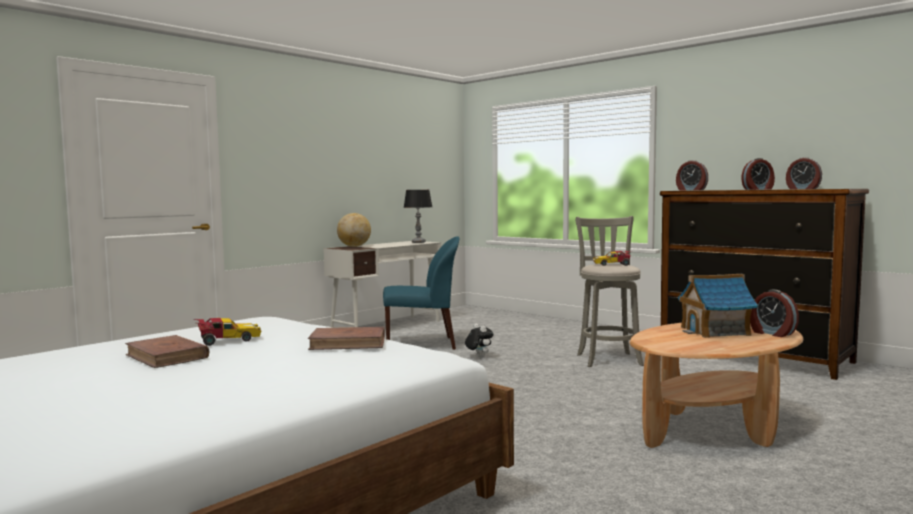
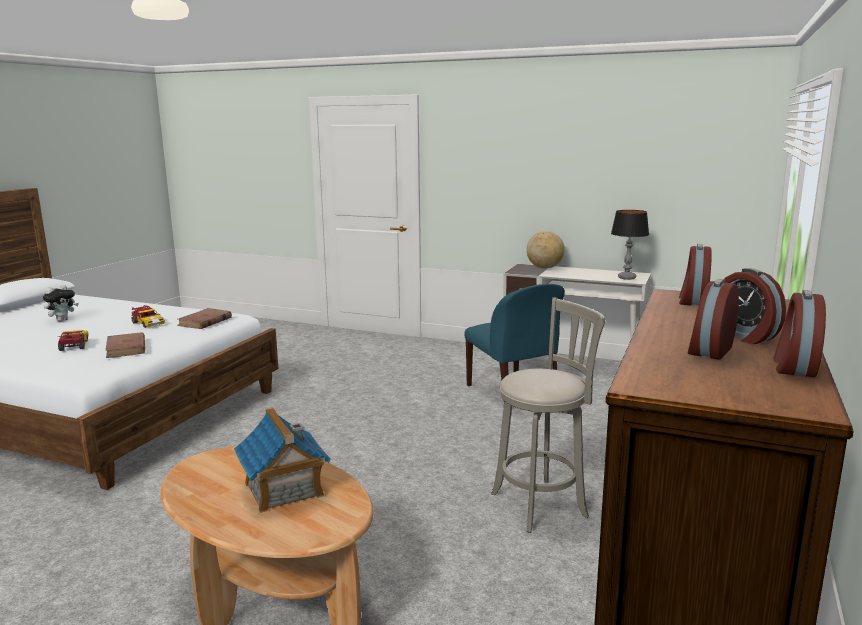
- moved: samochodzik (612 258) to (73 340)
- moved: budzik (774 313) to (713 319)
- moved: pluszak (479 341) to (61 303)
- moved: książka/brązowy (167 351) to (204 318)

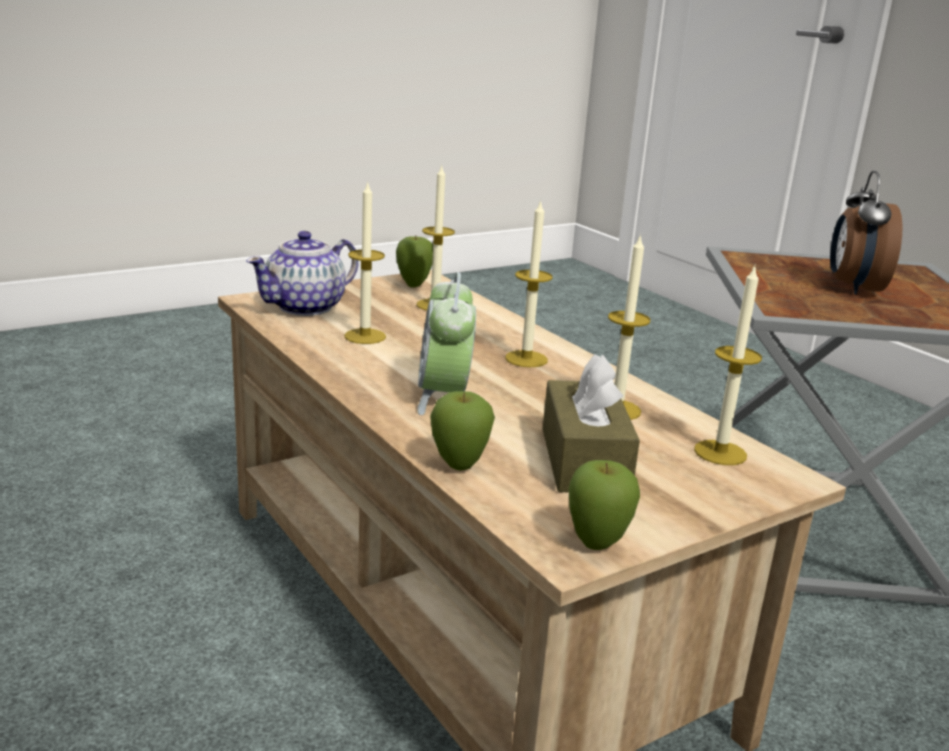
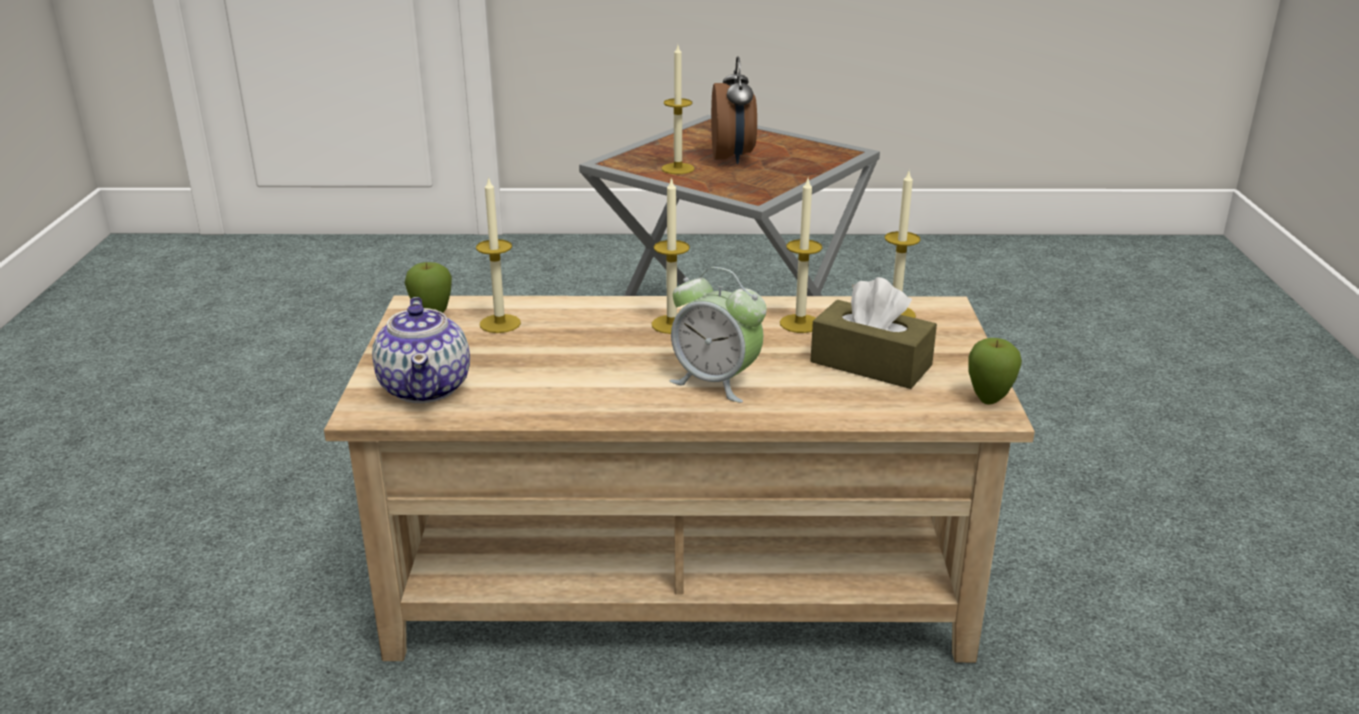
- turned: budzik (866 233) = (734 110) 135 degrees counterclockwise
- moved: świeca (365 263) to (678 109)
- removed: jabłko (462 431)

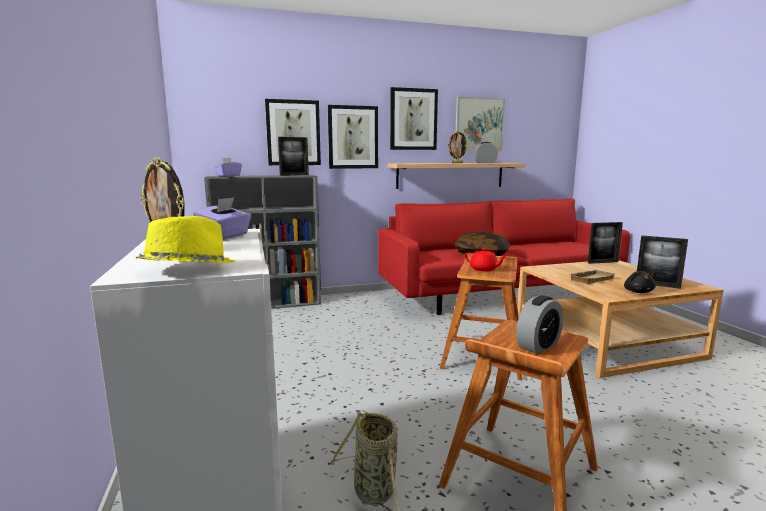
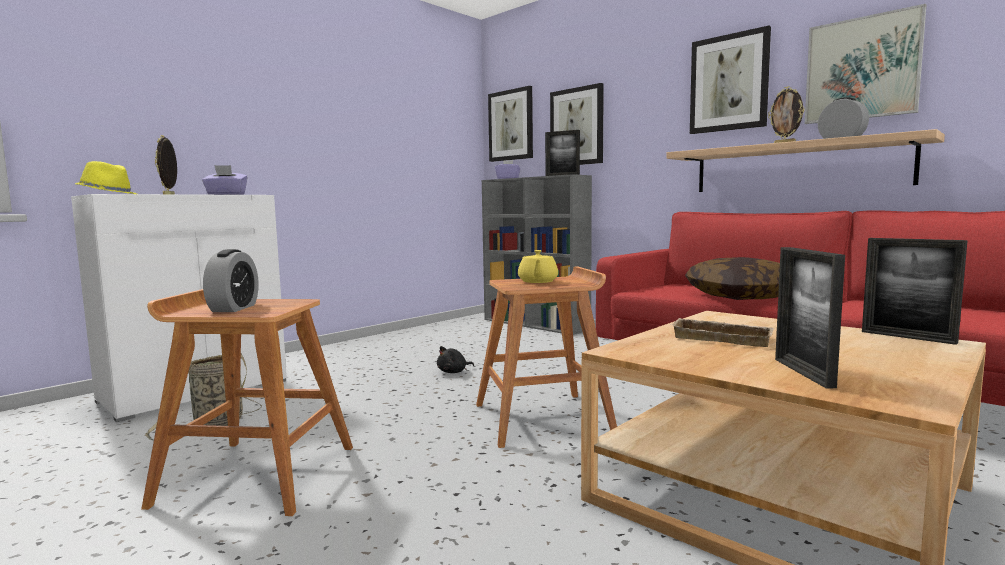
- moved: obraz (353 137) to (510 124)
- recoloured: imbryk/czerwony (485 259) to imbryk/żółty (538 266)
- moved: pluszak/czarny (640 282) to (455 359)
- turned: budzik (539 324) = (231 280) 105 degrees counterclockwise

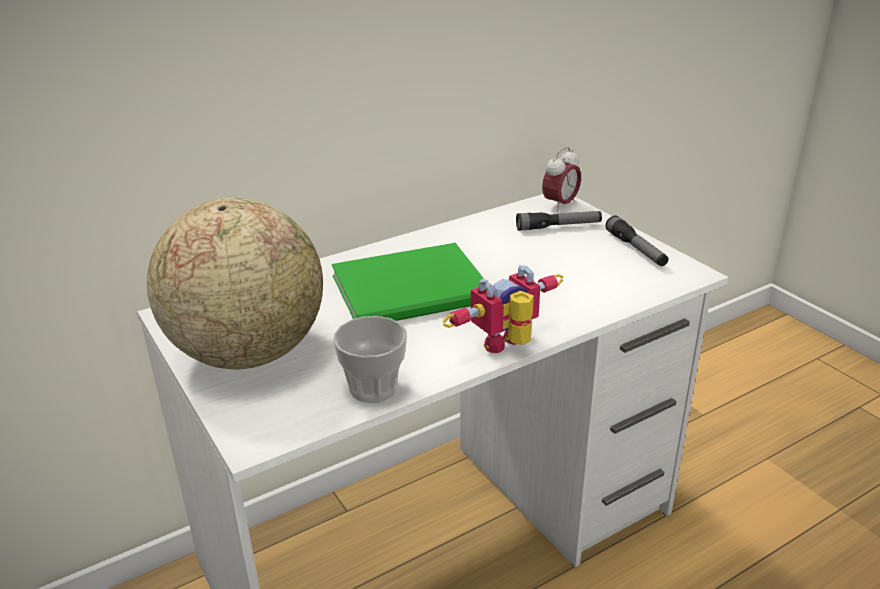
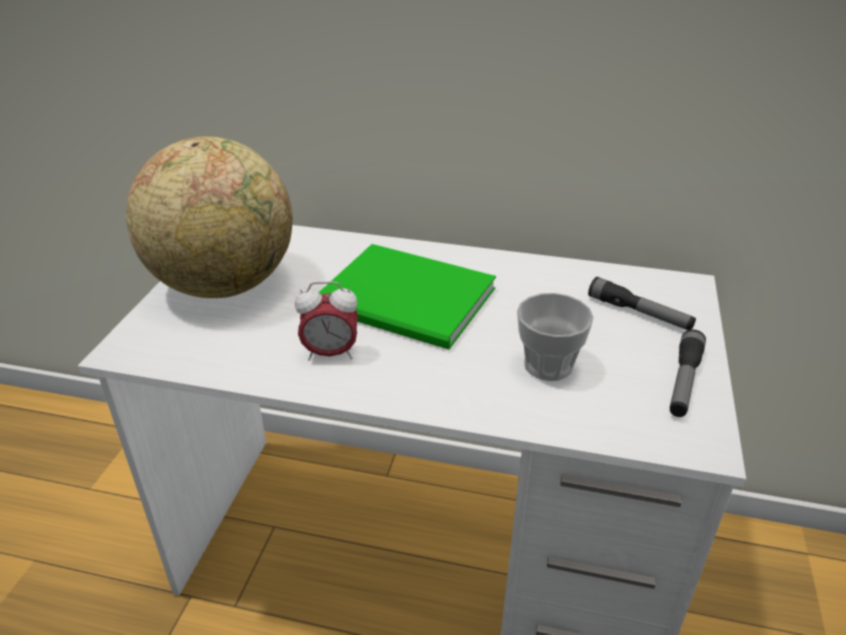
- moved: budzik (561 179) to (326 321)
- removed: robot zabawkowy (503 309)
- moved: filiżanka (370 359) to (555 337)

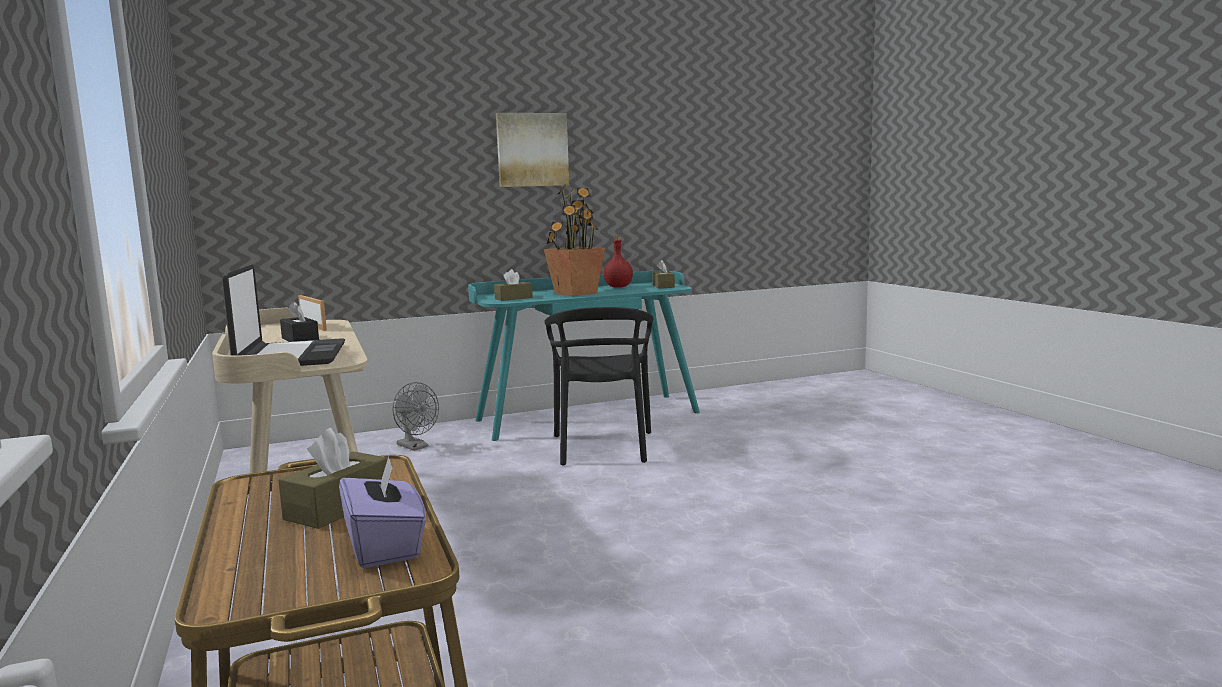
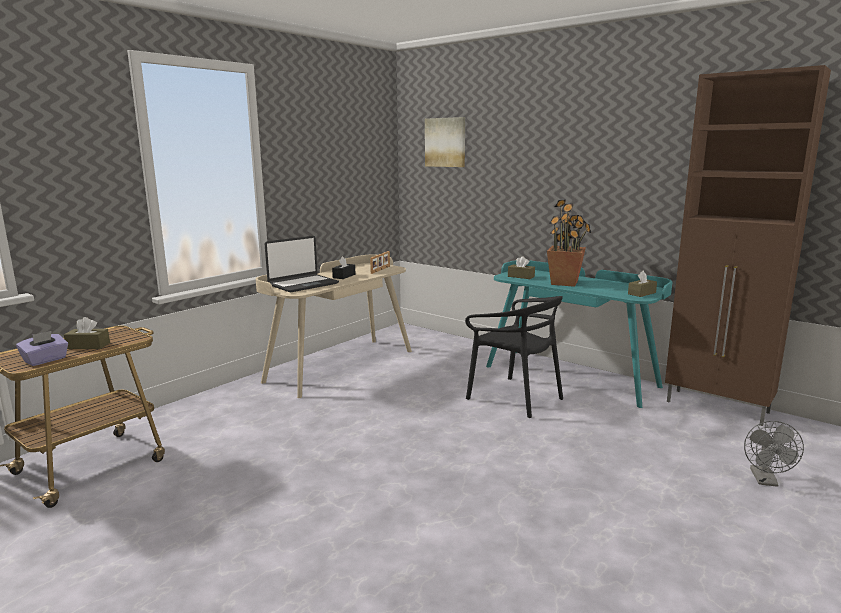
- moved: obraz (532 150) to (445 142)
- removed: butelka/czerwony (618 262)
- turned: krzesło/czarny (599 386) = (514 357) 105 degrees counterclockwise
- moved: wentylator/szary (415 416) to (774 454)
- added: szafka/brązowy (748 245)

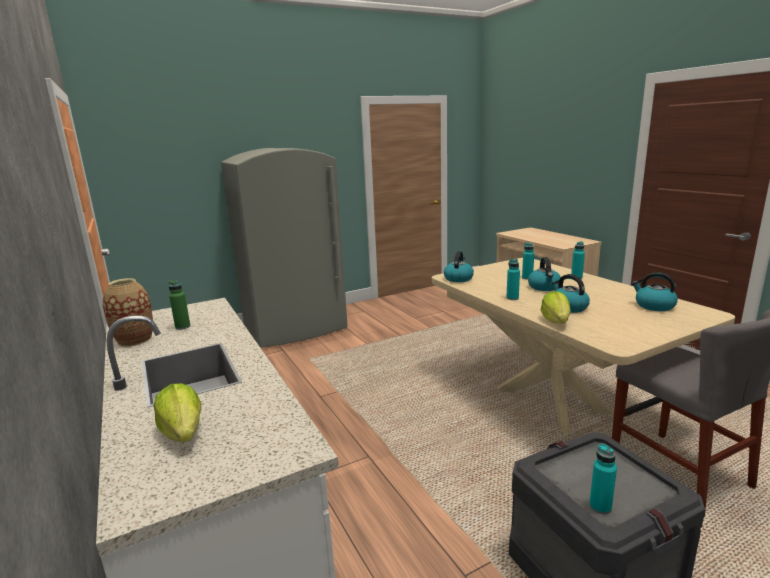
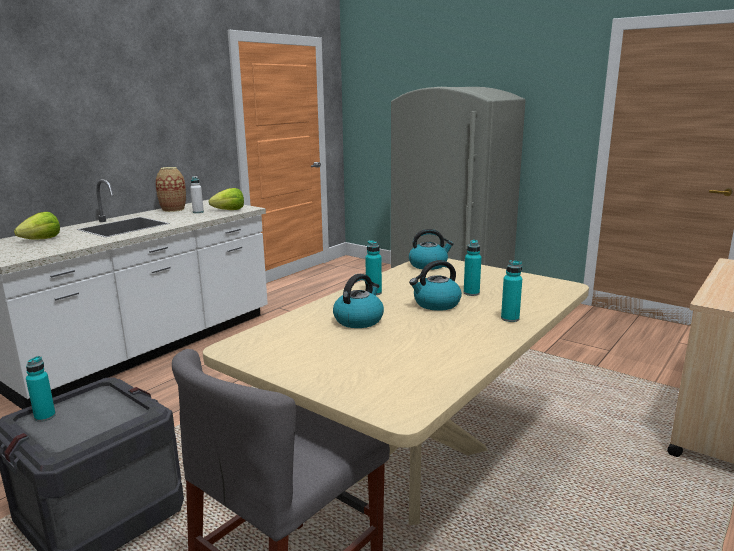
- removed: czajnik (655 291)
- recoloured: butelka/zielony (180 305) to butelka/biały (197 194)
- moved: sałata (556 307) to (226 199)

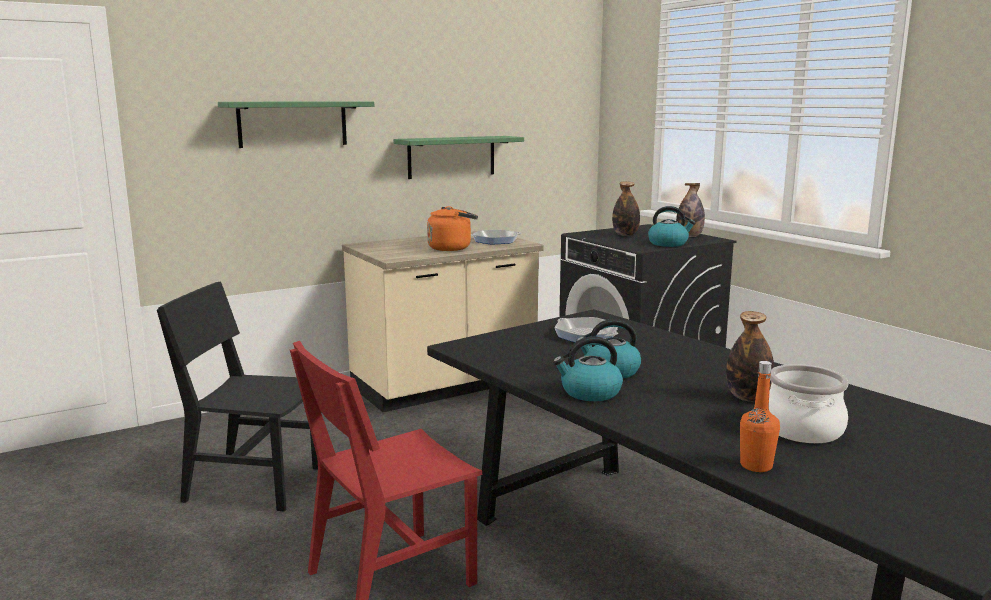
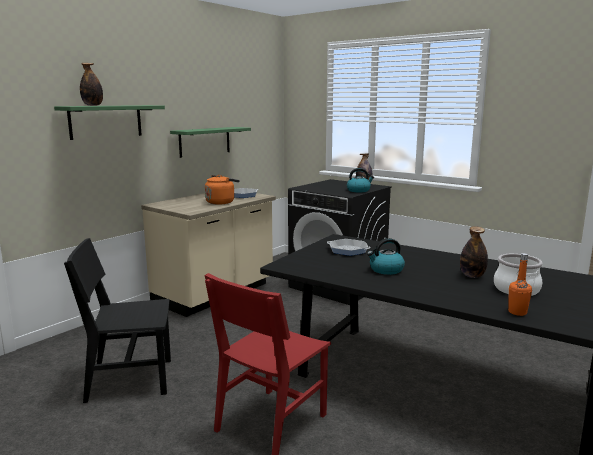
- moved: butelka (626 208) to (91 84)
- removed: czajnik (588 368)

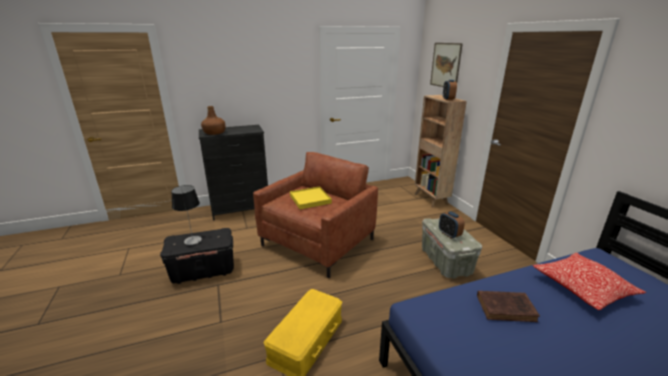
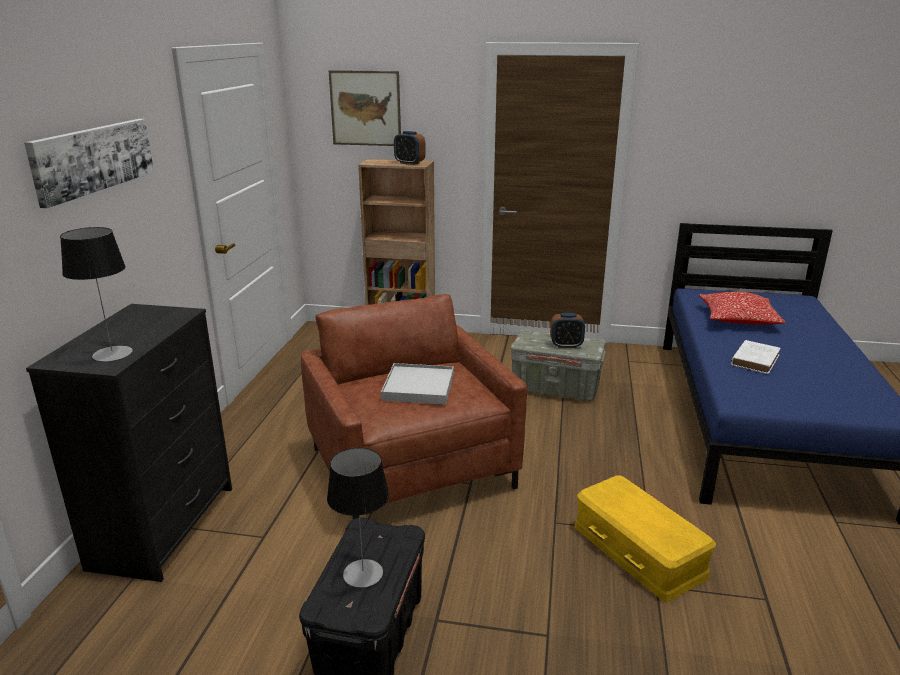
- replaced: butelka/brązowy (213 120) to lampa stołowa (96 294)
- recoloured: taca/żółty (311 197) to taca/biały (417 383)
- recoloured: książka/brązowy (508 306) to książka/biały (756 357)
- added: obraz (89 163)

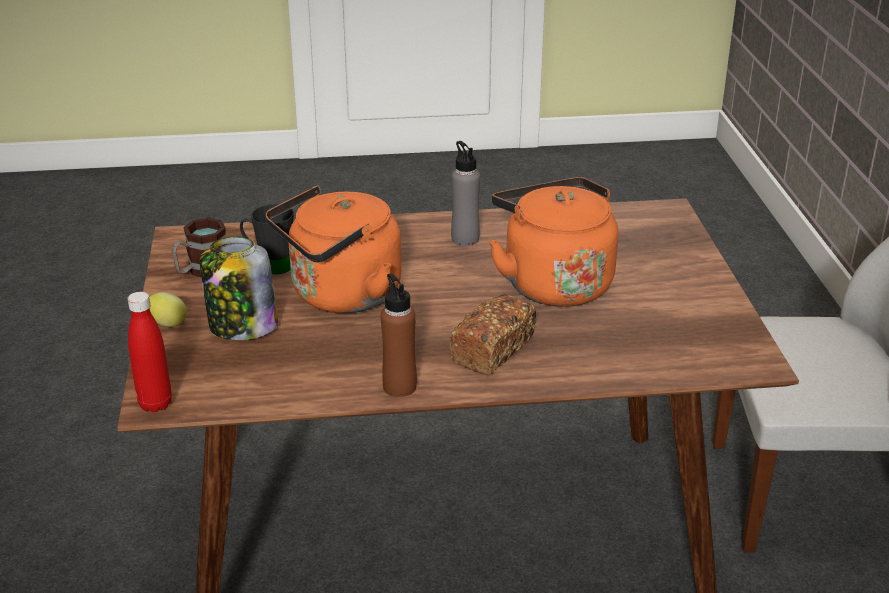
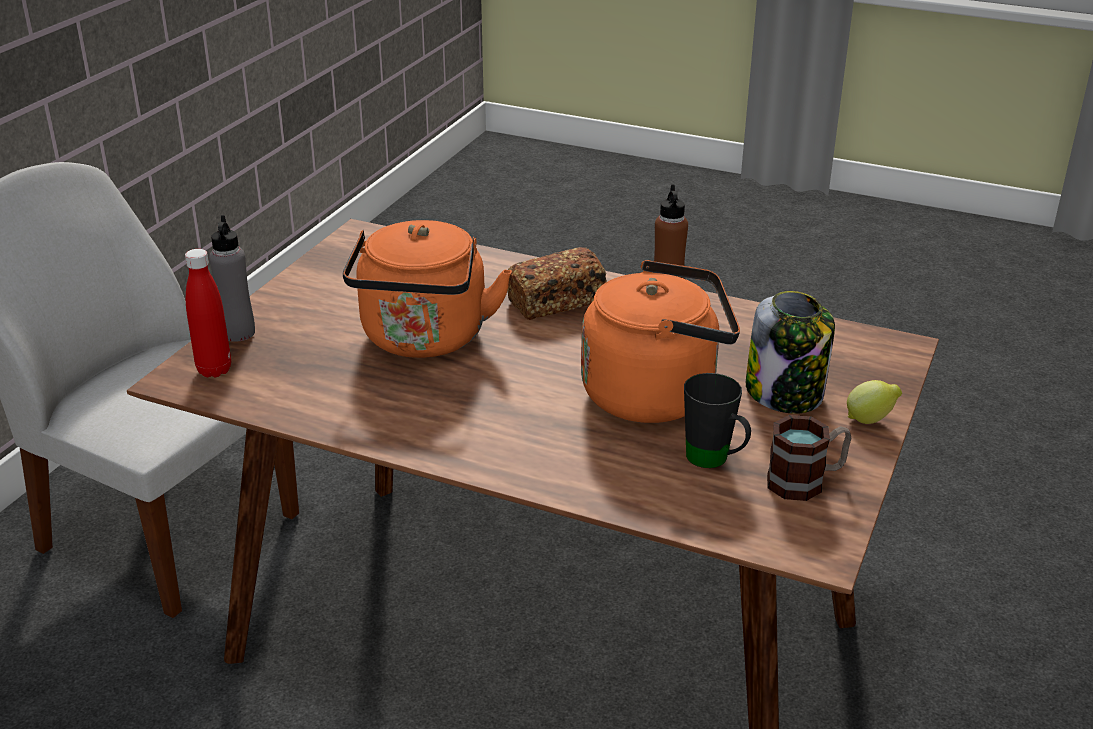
- moved: butelka/szary (465 193) to (232 278)
- moved: butelka/czerwony (150 352) to (208 313)

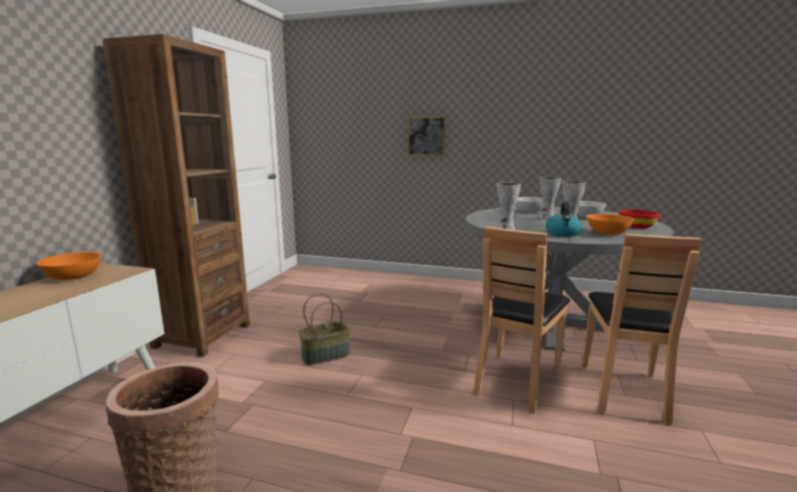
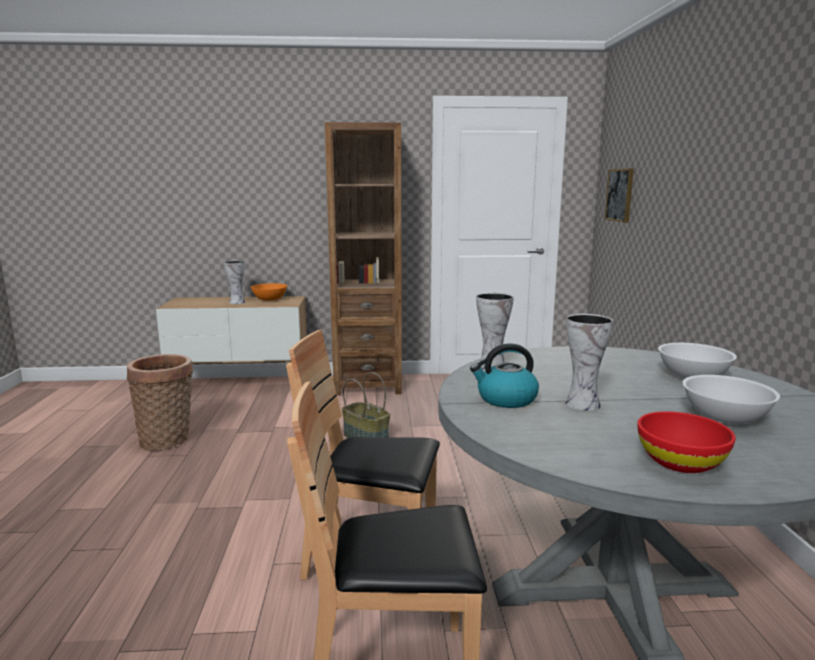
- moved: obraz (427 136) to (619 195)
- moved: wazon (550 198) to (235 282)
- removed: miska/pomarańczowy (610 224)

